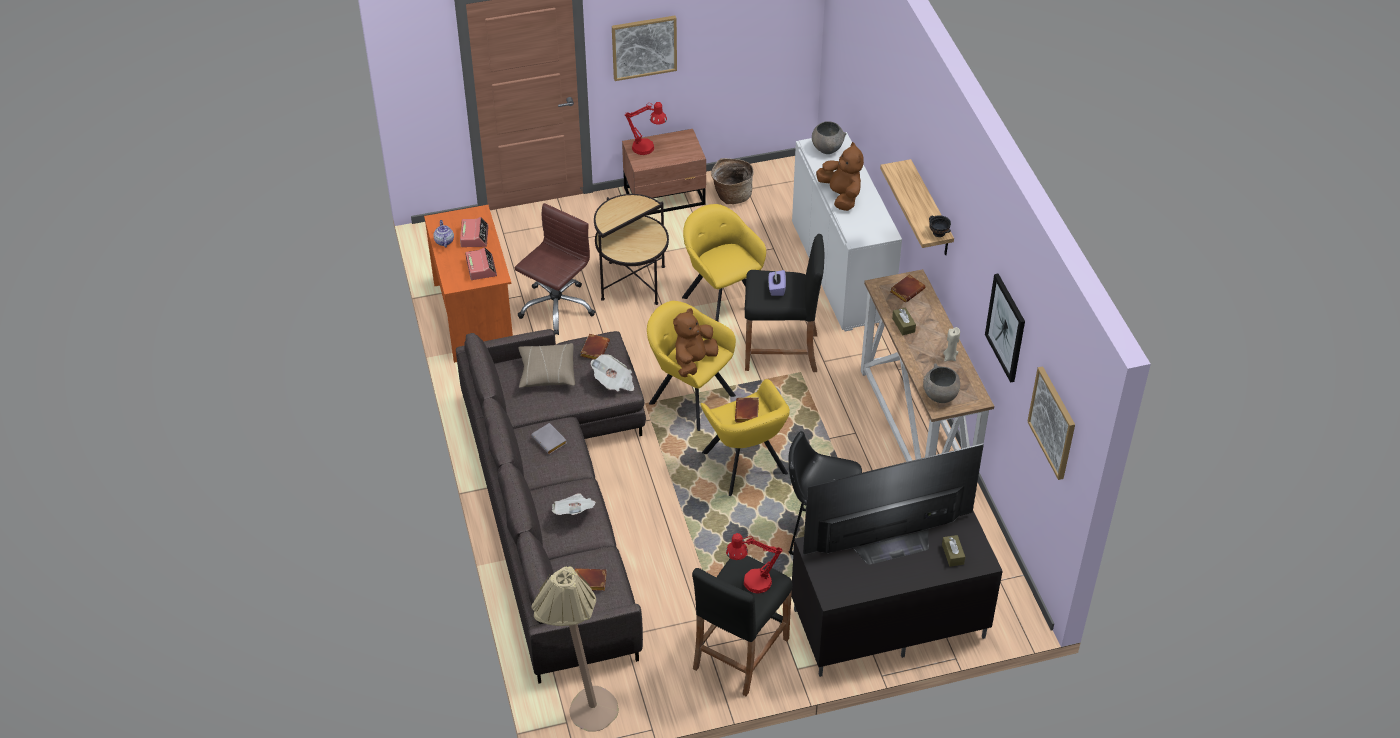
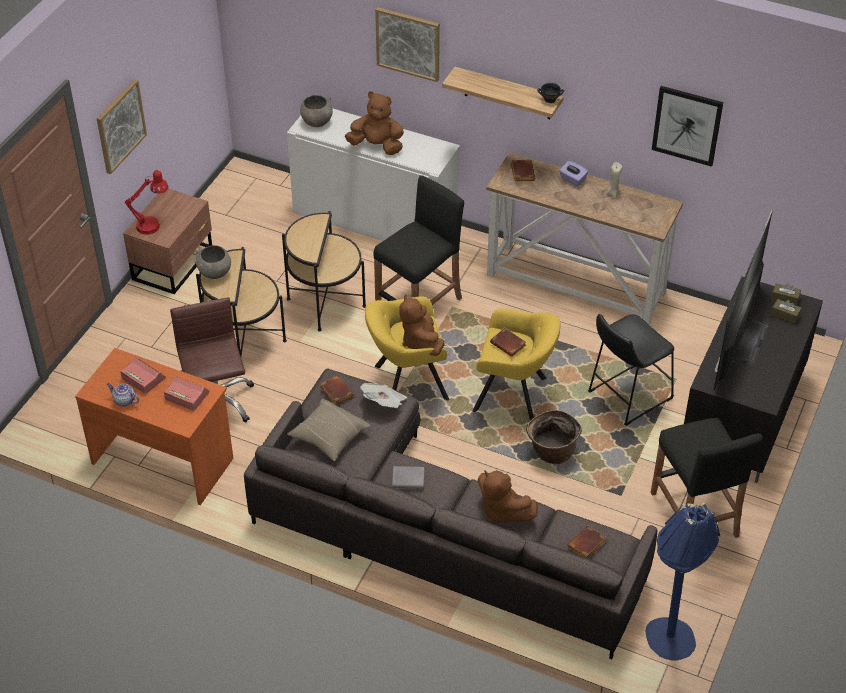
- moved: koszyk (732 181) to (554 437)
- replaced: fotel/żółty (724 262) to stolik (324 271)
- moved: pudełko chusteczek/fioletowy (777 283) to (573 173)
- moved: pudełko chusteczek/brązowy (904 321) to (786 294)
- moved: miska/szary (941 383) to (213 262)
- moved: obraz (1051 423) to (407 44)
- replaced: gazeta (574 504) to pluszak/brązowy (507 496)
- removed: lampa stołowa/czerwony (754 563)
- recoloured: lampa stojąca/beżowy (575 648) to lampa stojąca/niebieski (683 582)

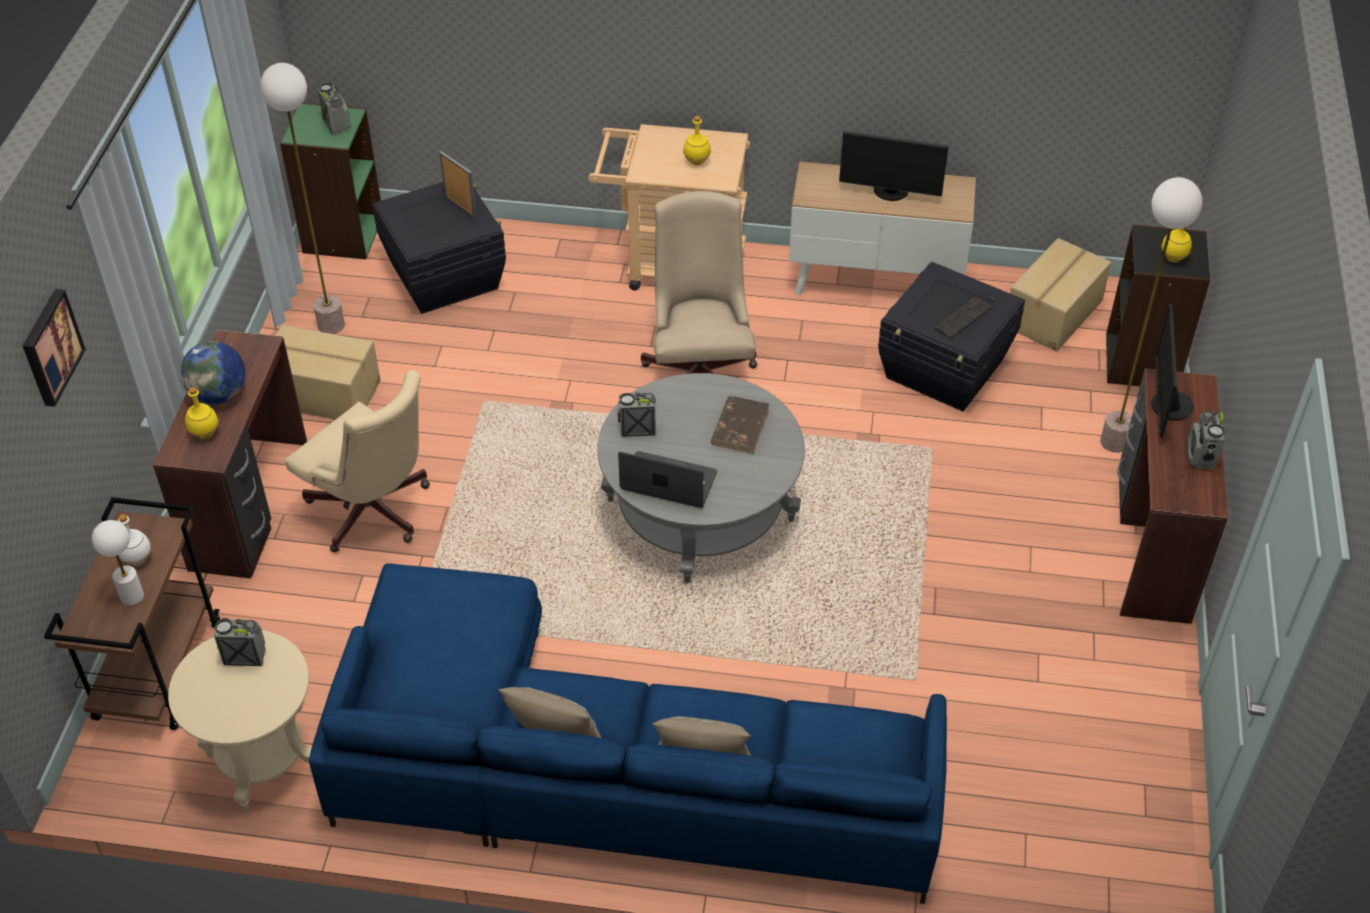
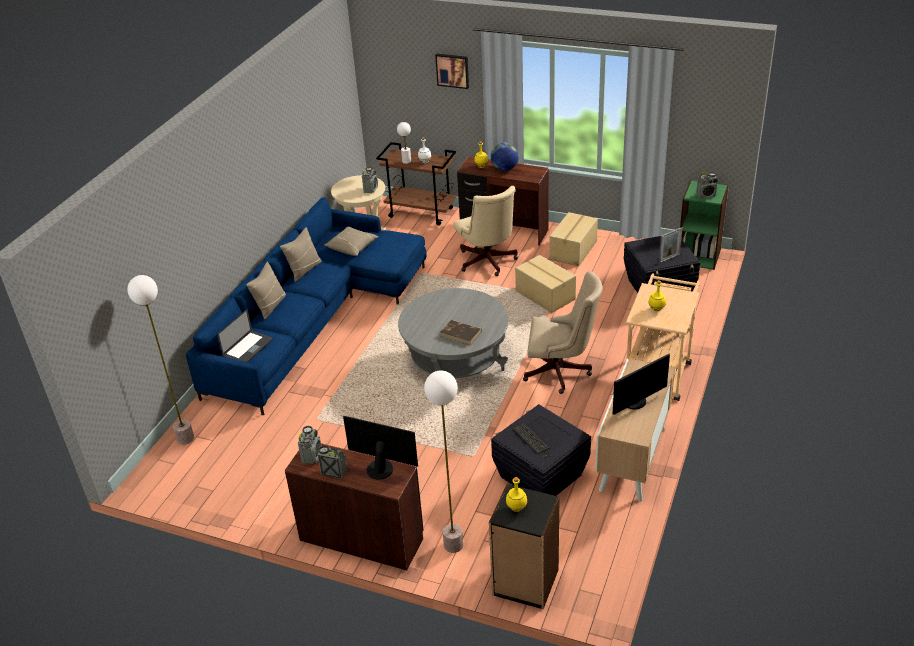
- moved: lampa stojąca (302 198) to (161 360)
- turned: monitor (894 166) = (641 384) 150 degrees counterclockwise
- moved: karton (1060 294) to (545 284)
- turned: krzesło biurowe/beżowy (357 461) = (485 231) 75 degrees counterclockwise
- moved: radio (637 415) to (309 445)
- moved: laptop (667 479) to (245 335)
- added: poduszka/beżowy (351 241)

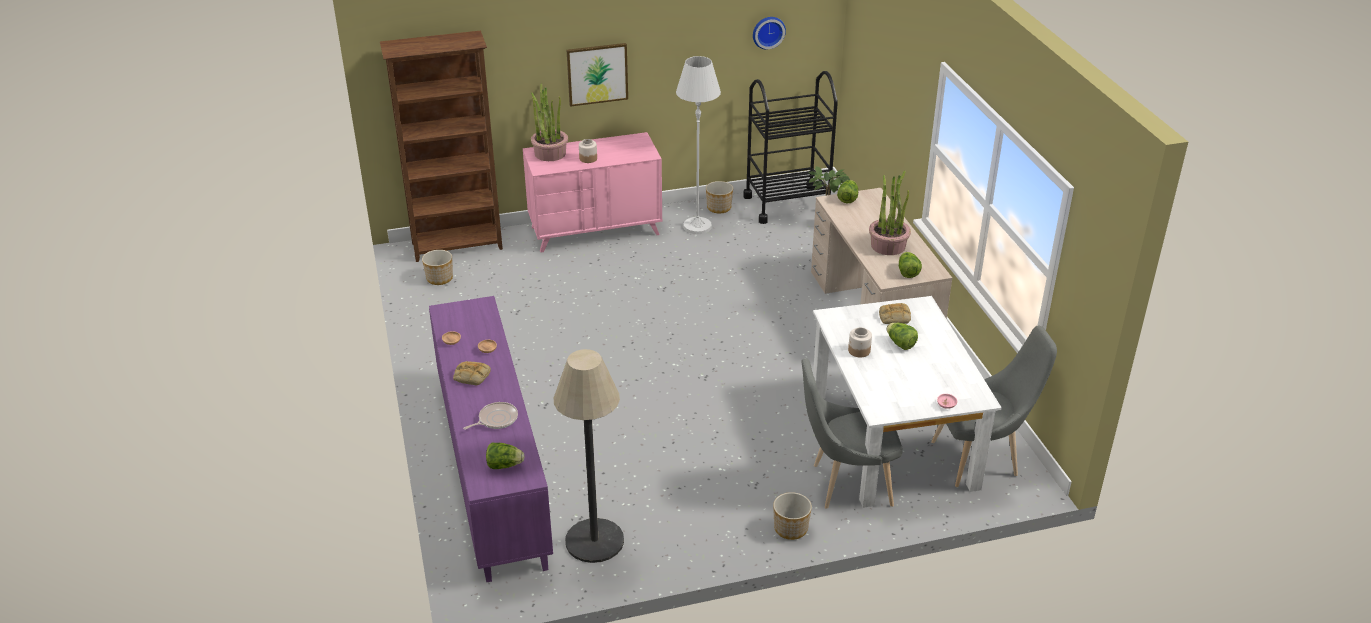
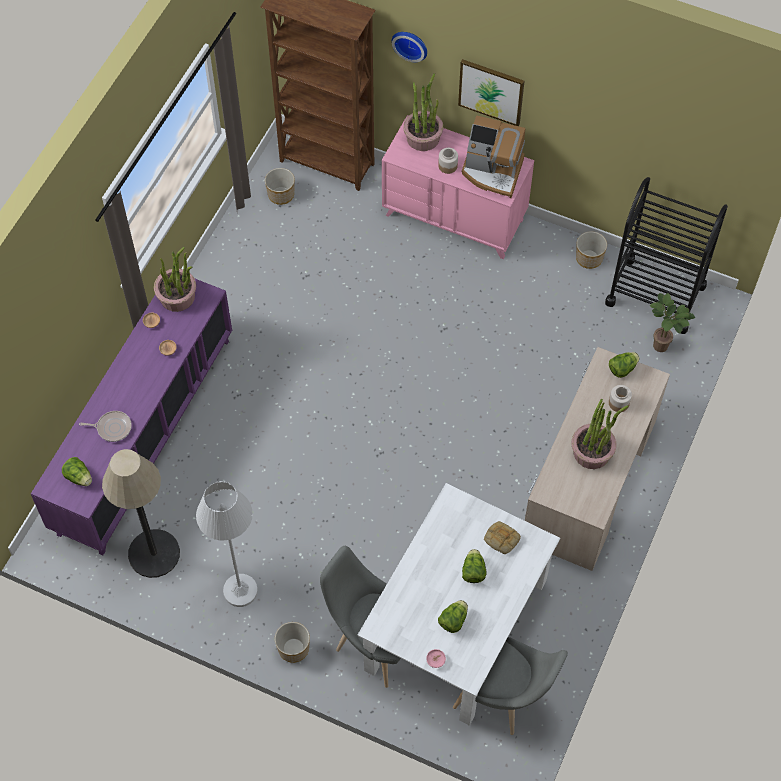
- moved: zegar ścienny (769 33) to (409 47)
- moved: lampa stojąca/biały (698 145) to (227 544)
- moved: sałata (910 265) to (453 616)
- moved: słoik (860 342) to (620 398)
- removed: chleb (472 373)
- added: ekspres do kawy (493 156)
- added: roślina doniczkowa (175 279)

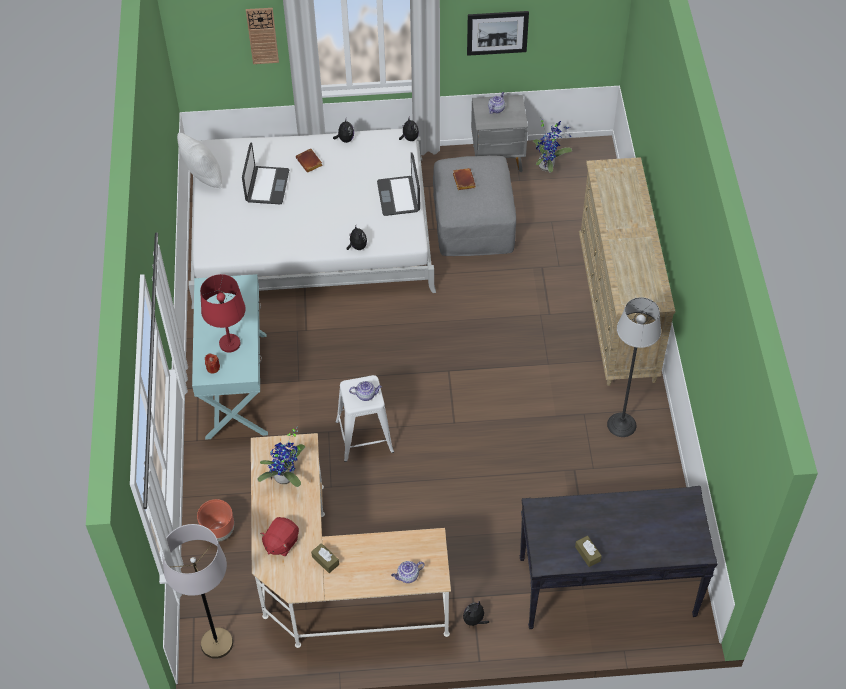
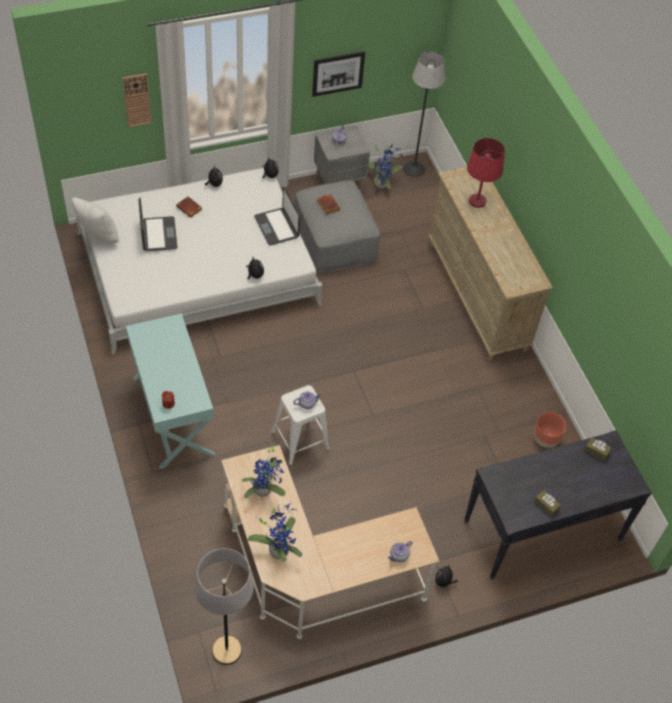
- moved: lampa stołowa/czerwony (223 313) to (486 173)
- moved: lampa stojąca (634 367) to (424 114)
- moved: donica/brązowy (215 520) to (550 430)
- replaced: pluszak/czerwony (279 536) to roślina doniczkowa (275 532)
- moved: pudełko chusteczek/brązowy (325 558) to (598 449)

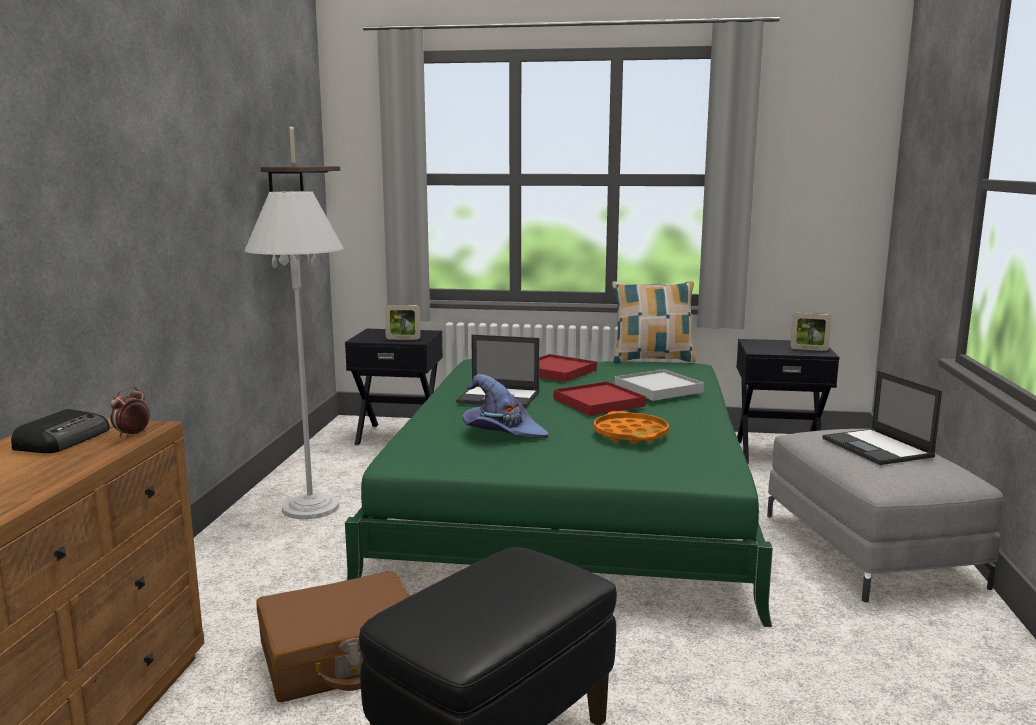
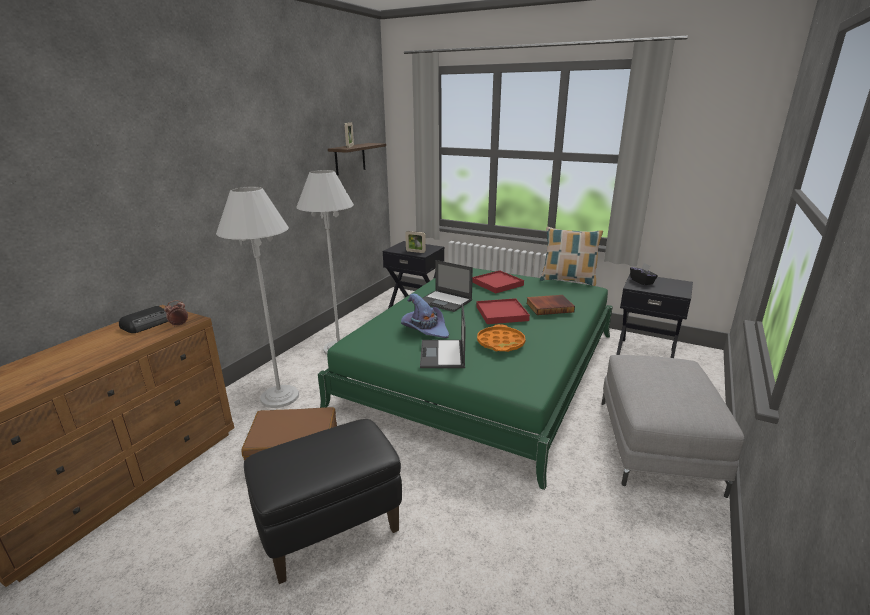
- removed: ramka na zdjęcie (811 332)
- replaced: taca/biały (659 385) to książka (550 305)
- moved: laptop (882 418) to (443 335)
- added: lampa stojąca/biały (257 297)
- added: pudełko chusteczek/czarny (644 274)

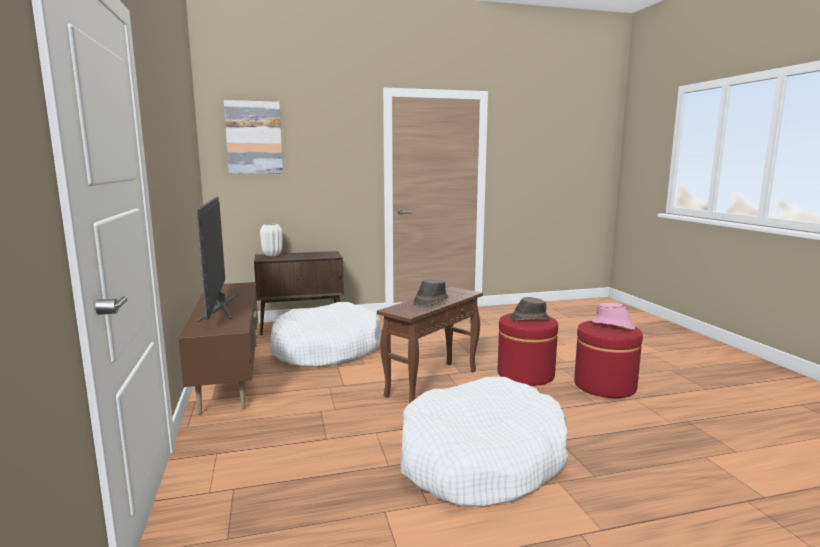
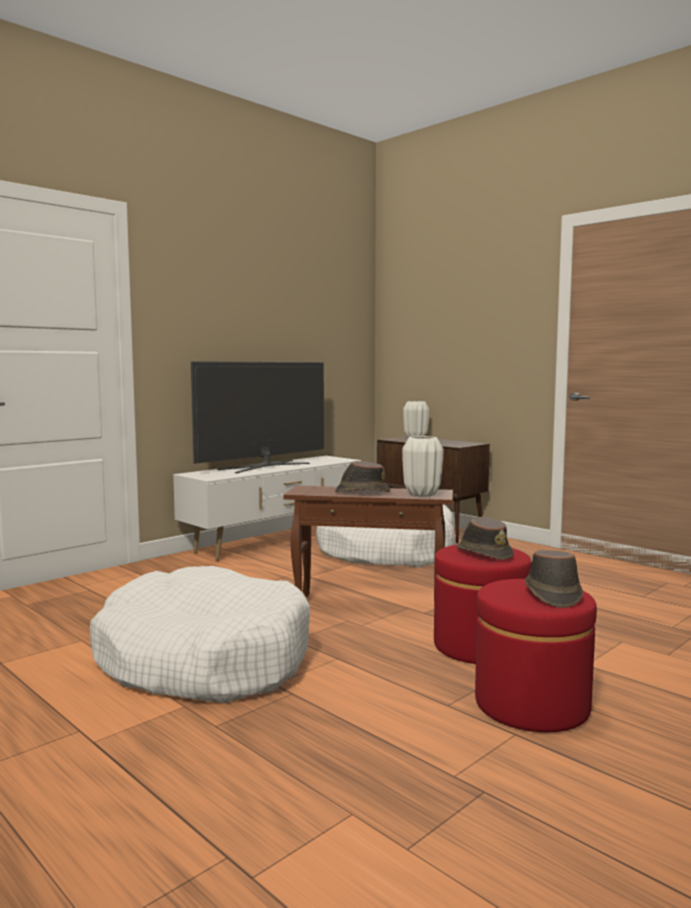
- removed: obraz (253 137)
- recoloured: szafka pod telewizor/brązowy (218 348) to szafka pod telewizor/biały (267 508)
- recoloured: kapelusz/różowy (613 316) to kapelusz/brązowy (554 579)
- added: wazon/biały (422 466)

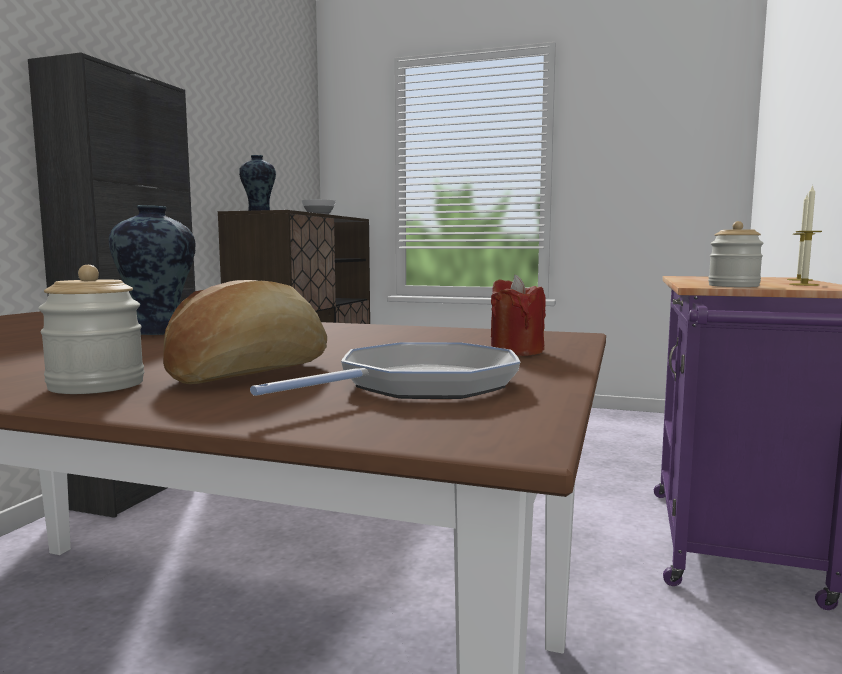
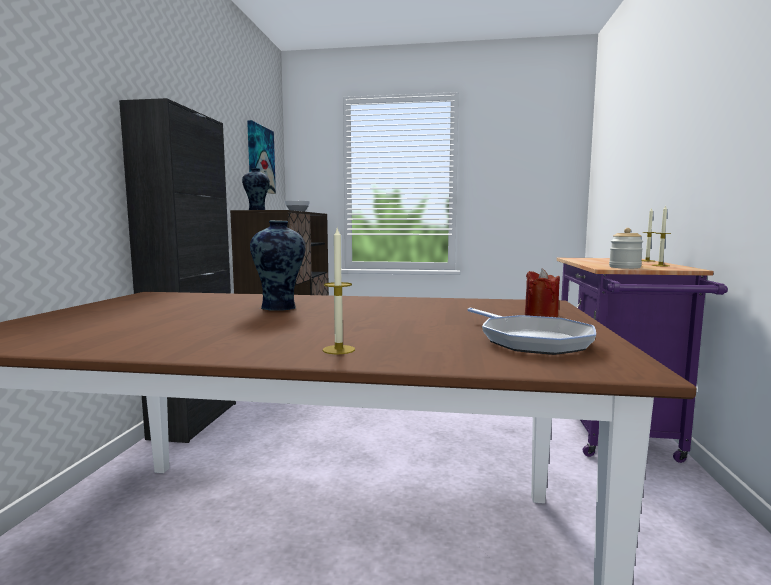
- replaced: słoik (91 329) to świeca (339 291)
- removed: chleb (245 332)
- turned: patelnia (385 370) = (531 331) 120 degrees clockwise
- added: obraz (261 157)

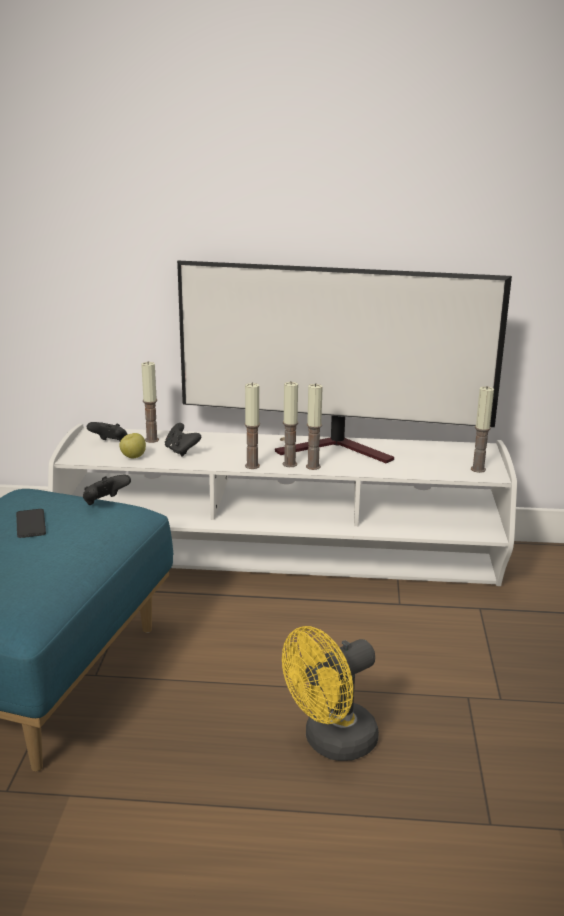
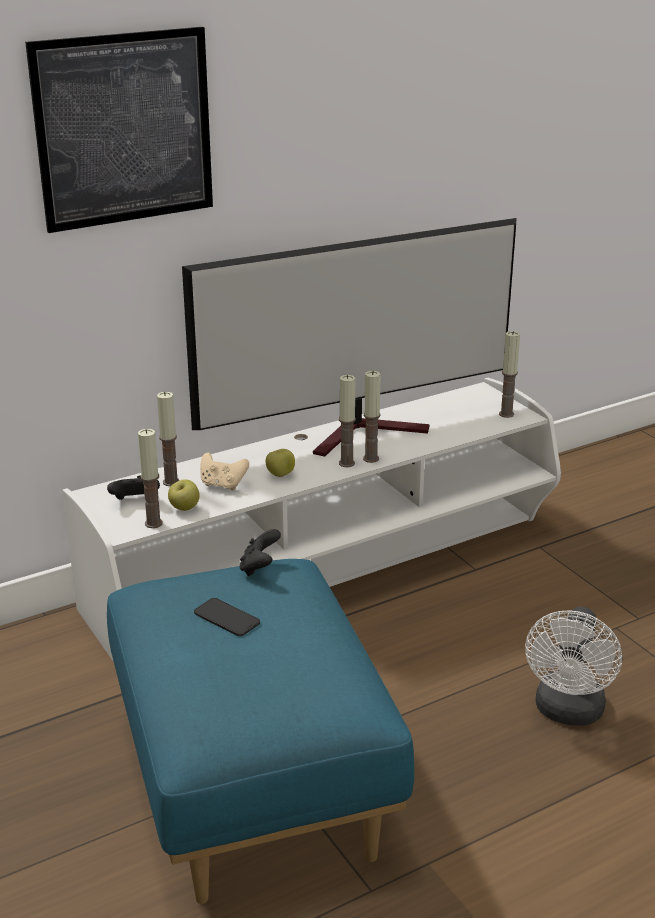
- moved: świeca (252 425) to (150 478)
- recoloured: pad do gier/czarny (183 440) to pad do gier/beżowy (224 471)
- recoloured: wentylator/żółty (330 693) to wentylator/biały (573 666)
- added: obraz (119 130)
- added: jabłko (280 463)

